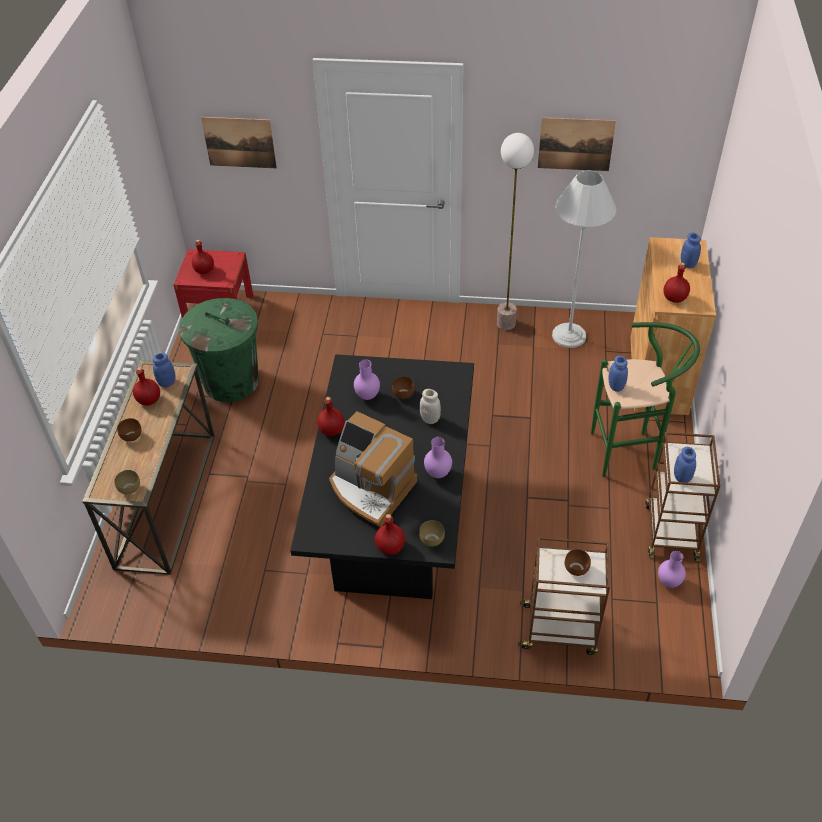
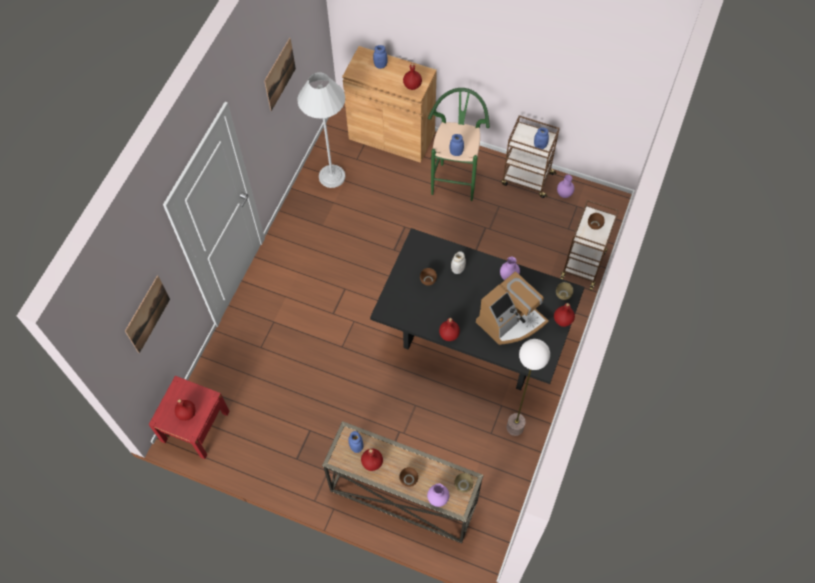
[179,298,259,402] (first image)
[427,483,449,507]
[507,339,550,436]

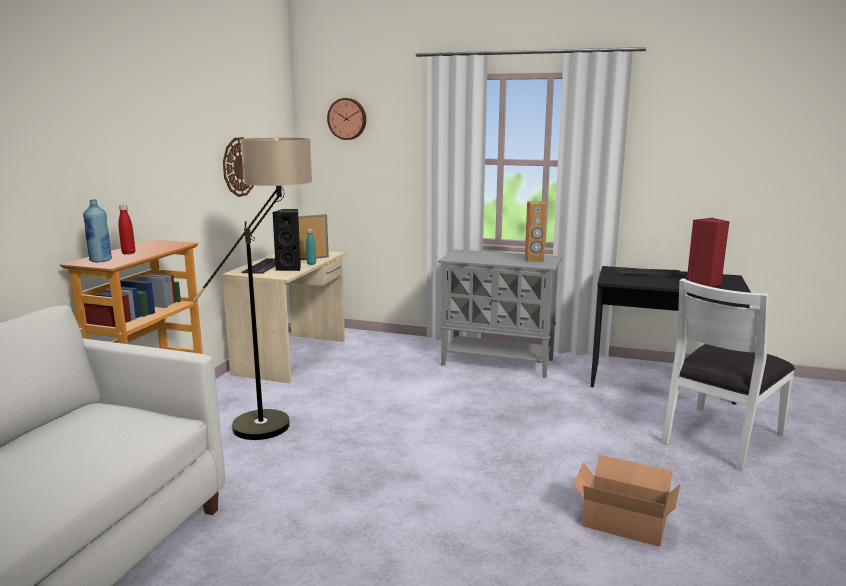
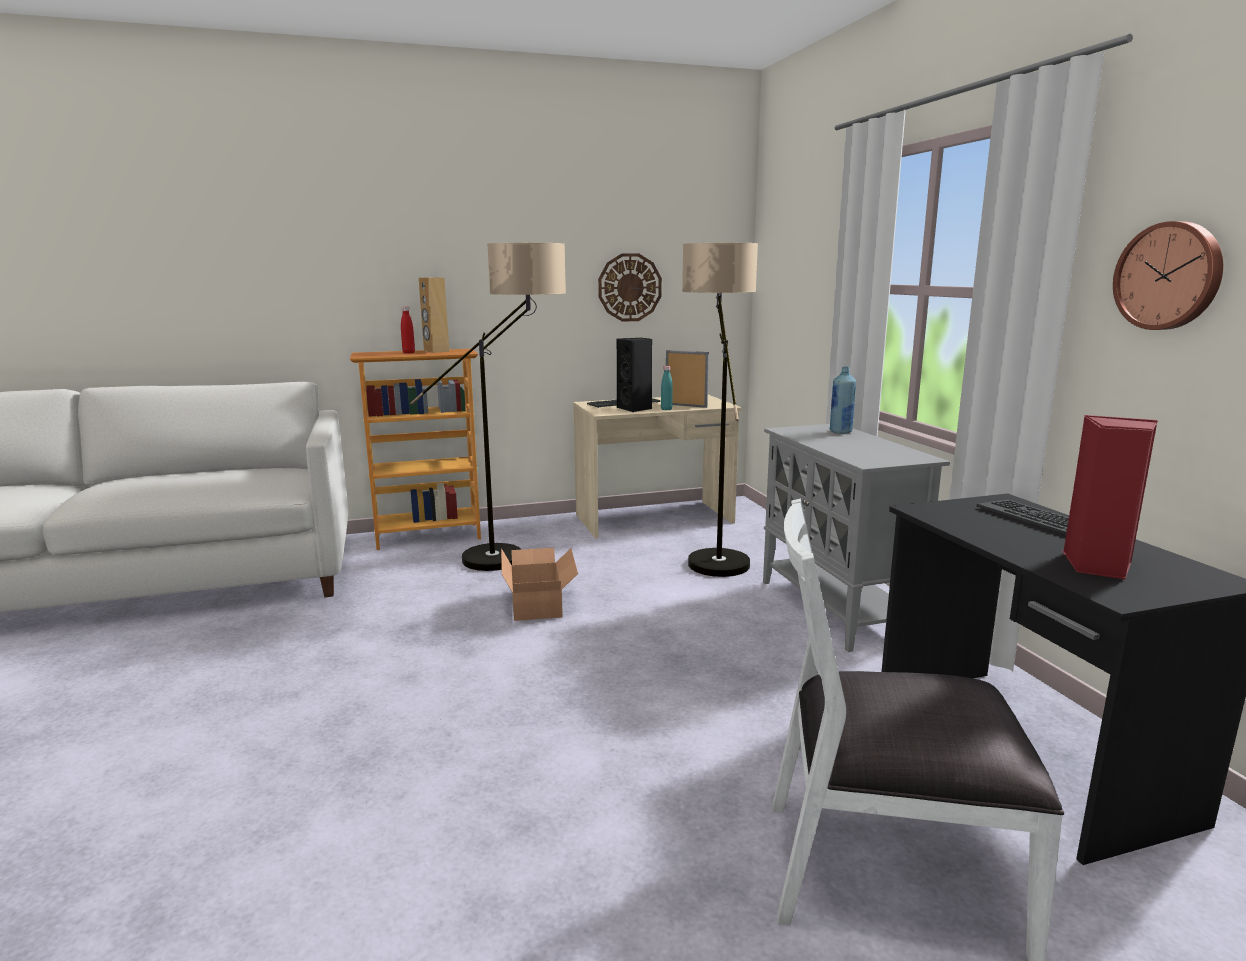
[682,242,758,577]
[830,366,856,434]
[1113,221,1223,330]
[419,277,449,353]
[501,548,578,621]

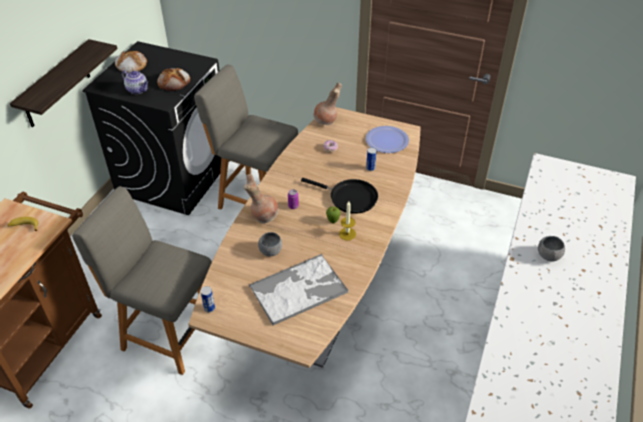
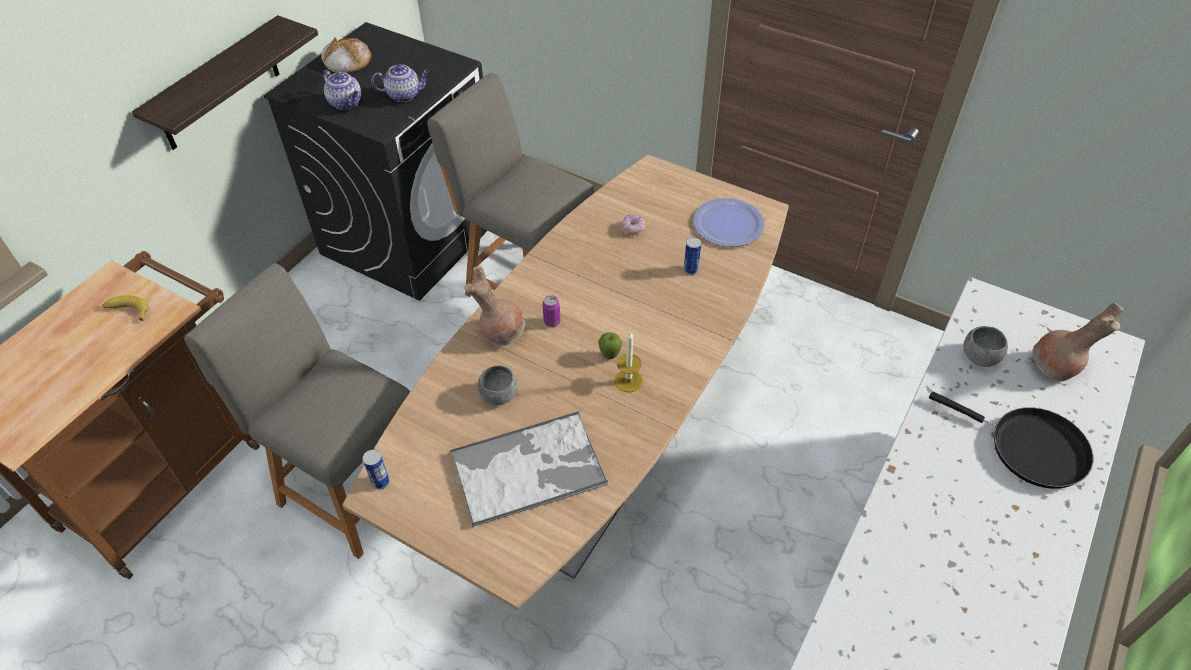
[929,391,1093,489]
[1033,303,1123,381]
[963,326,1008,367]
[371,64,429,102]

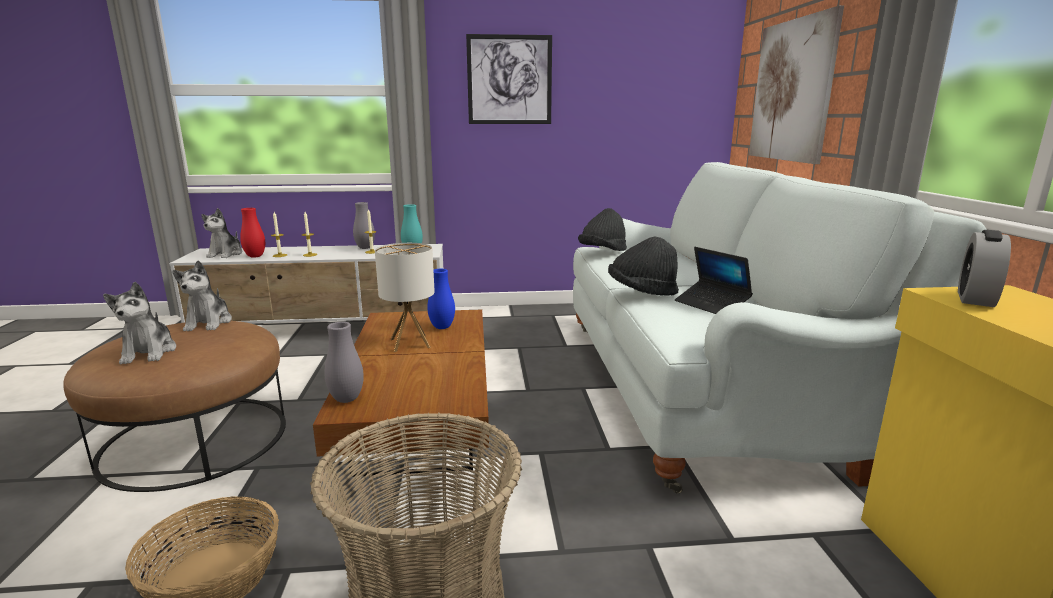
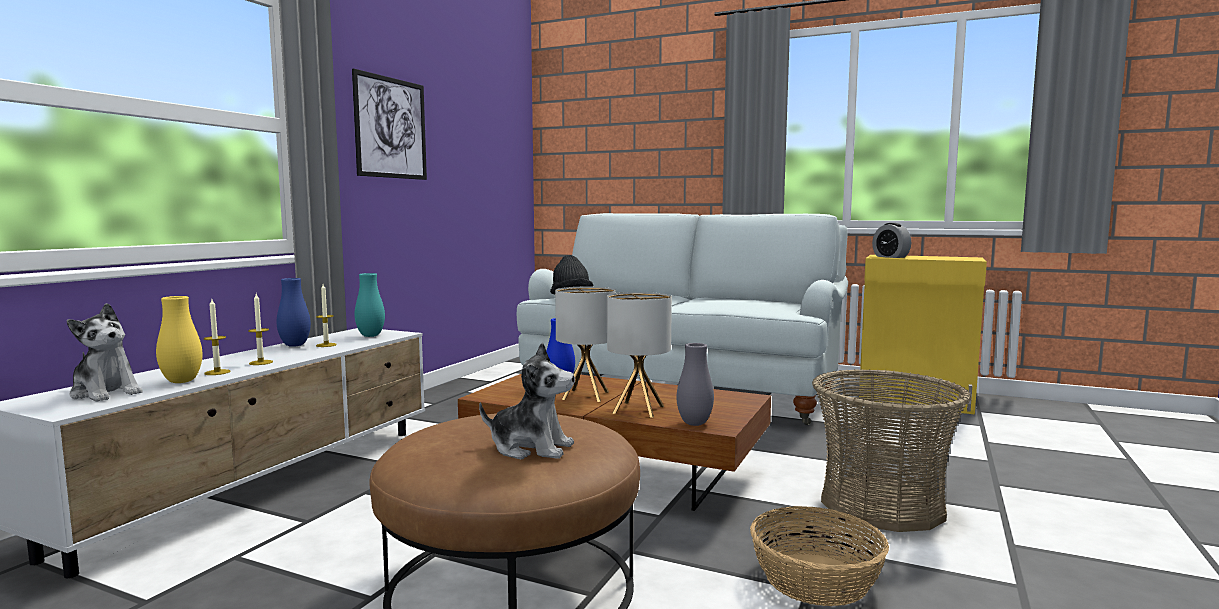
[172,260,232,331] (first image)
[608,236,679,296] (first image)
[675,247,753,314] (first image)
[749,5,844,164] (first image)
[607,292,672,418]
[156,296,202,383]
[277,278,311,347]

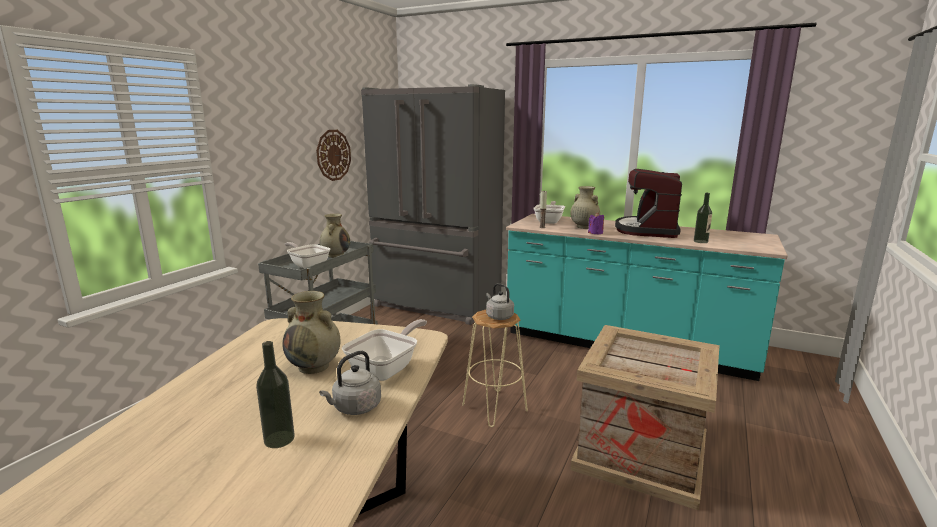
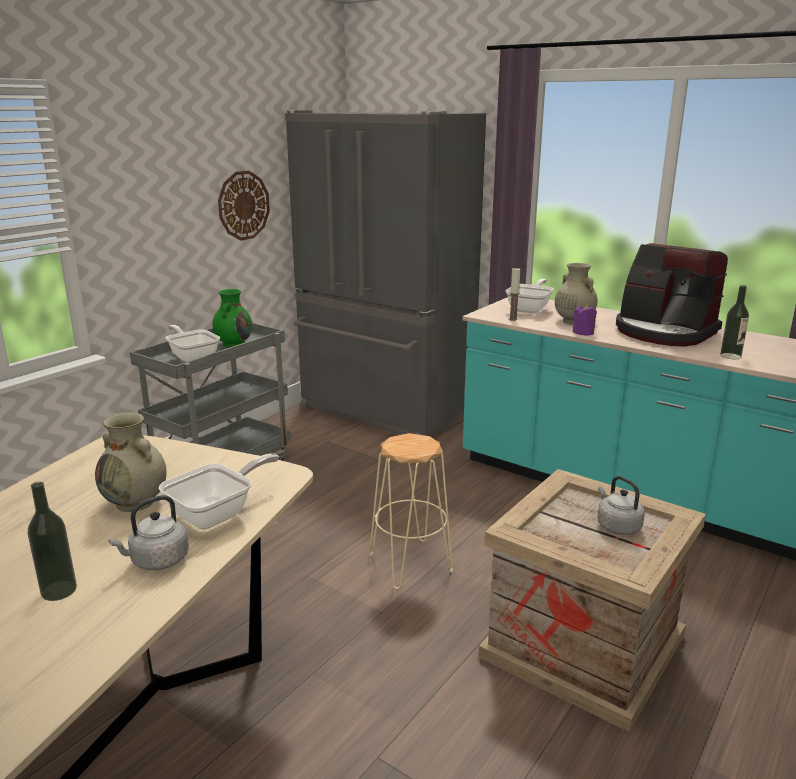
[598,476,645,535]
[212,289,252,347]
[616,243,728,347]

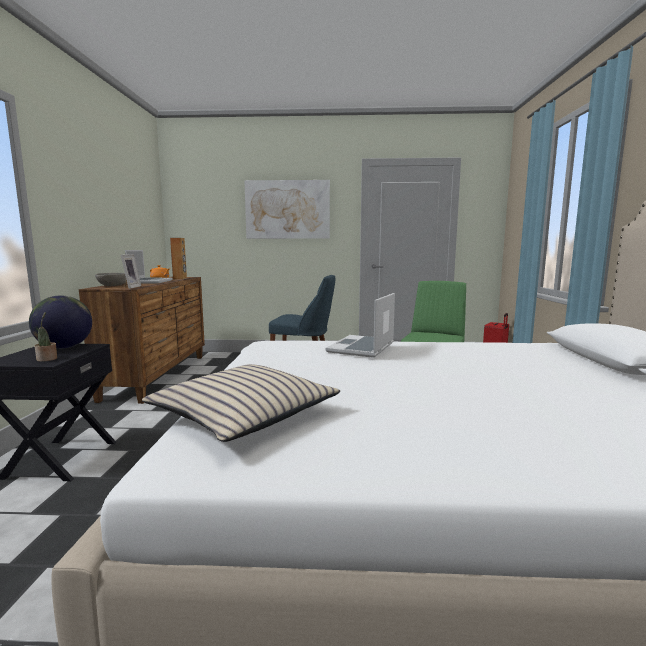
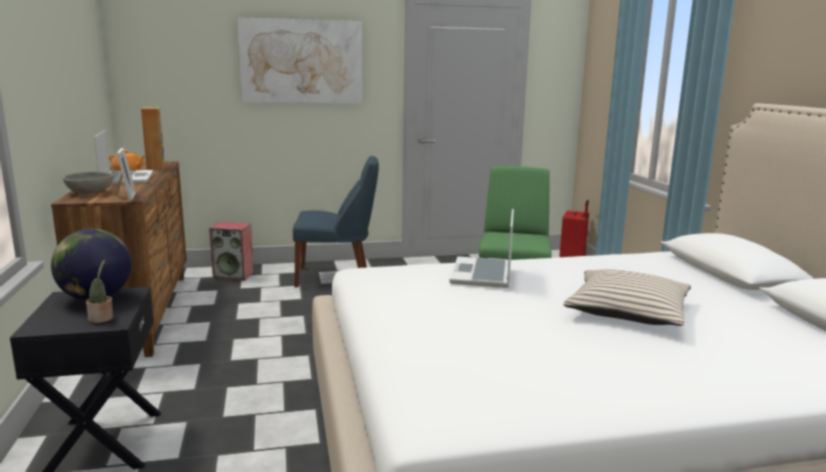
[209,222,254,281]
[563,269,691,326]

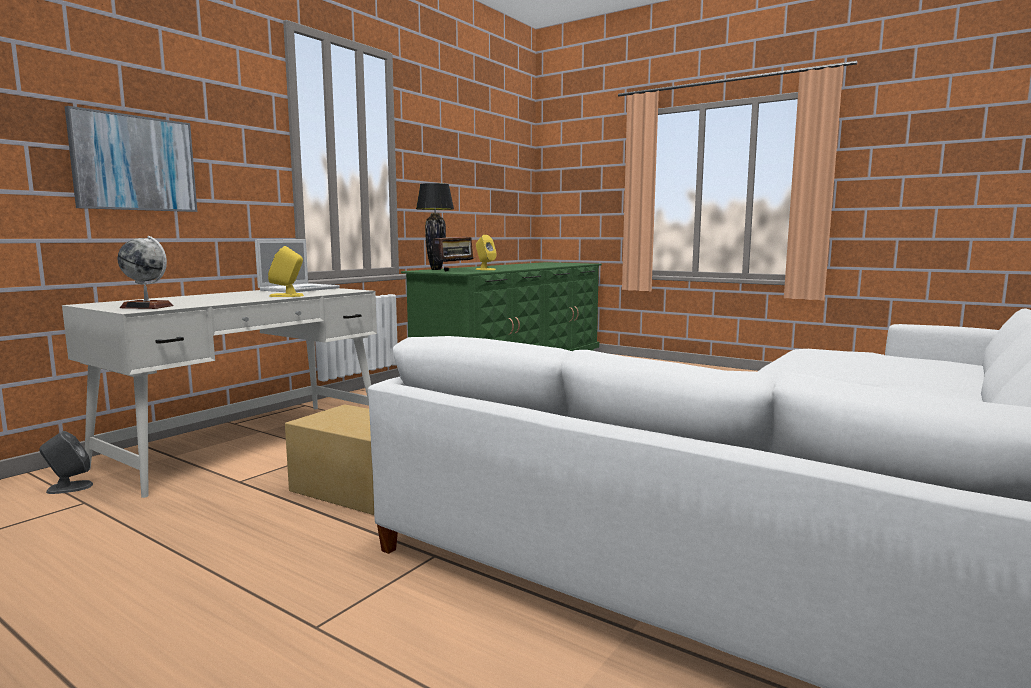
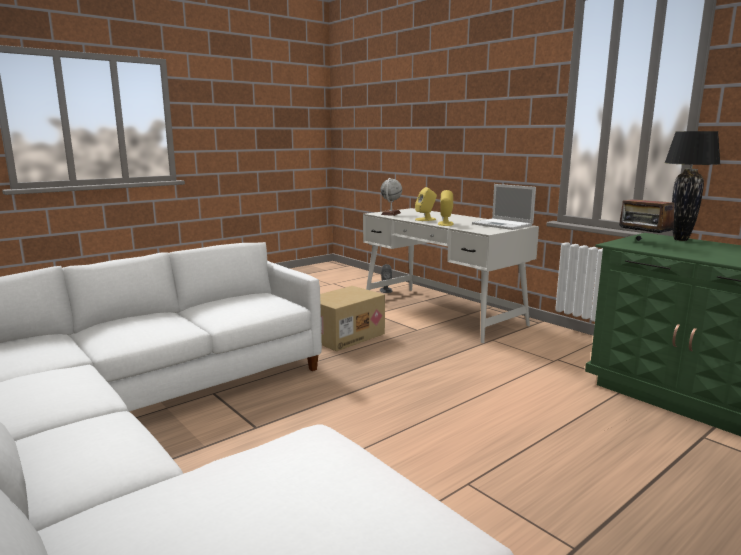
[65,106,197,212] (first image)
[415,187,437,221]

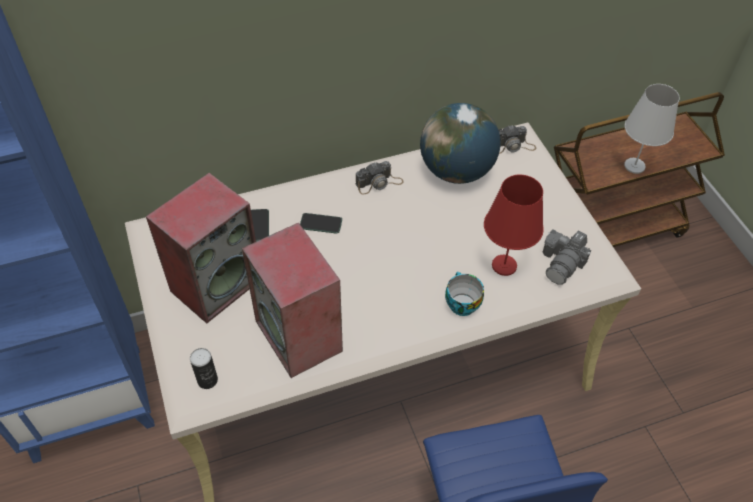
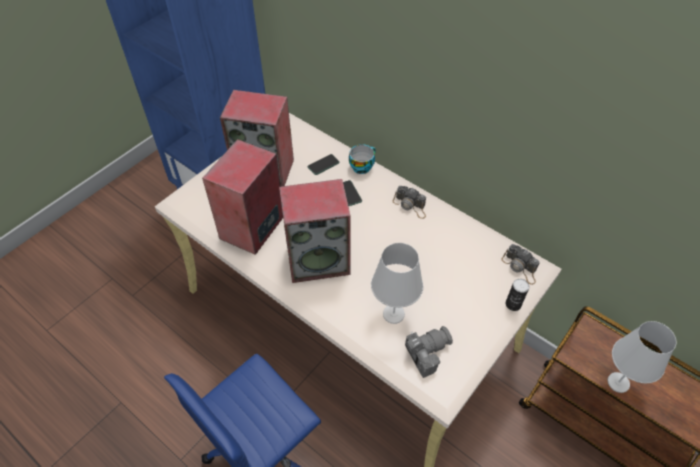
[420,103,500,184] (first image)
[279,179,351,283]
[506,279,529,311]
[349,144,376,174]
[371,243,423,324]
[405,326,453,378]

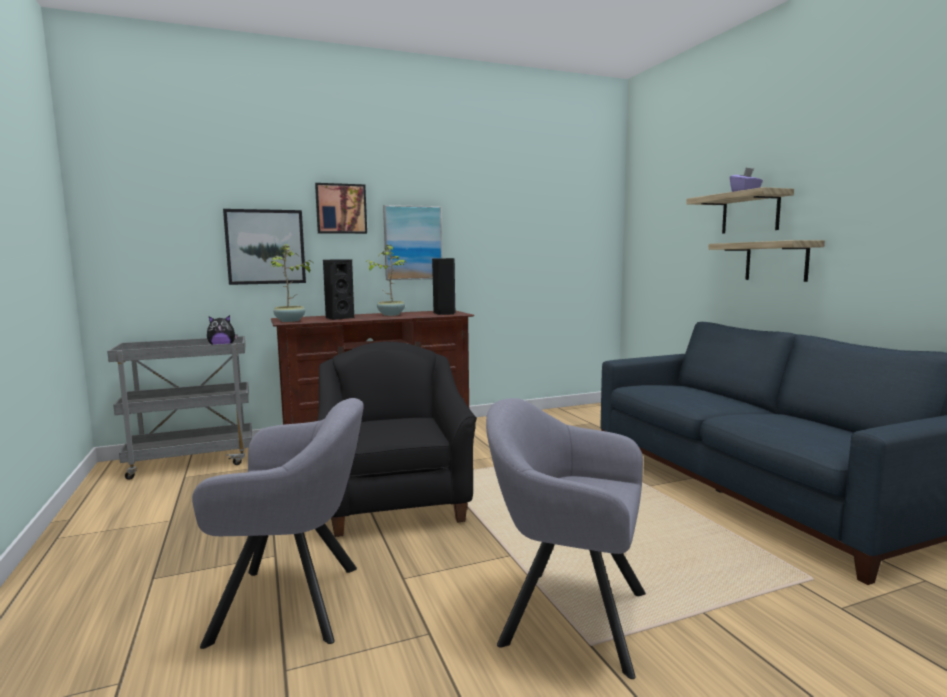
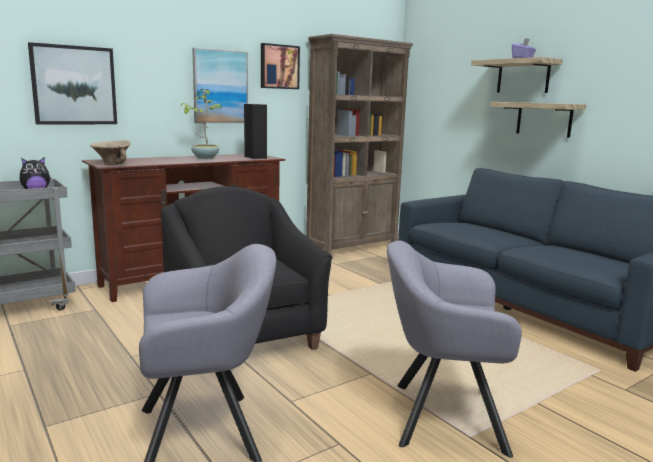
[323,259,354,320] (first image)
[306,34,414,255]
[261,43,300,89]
[90,140,131,165]

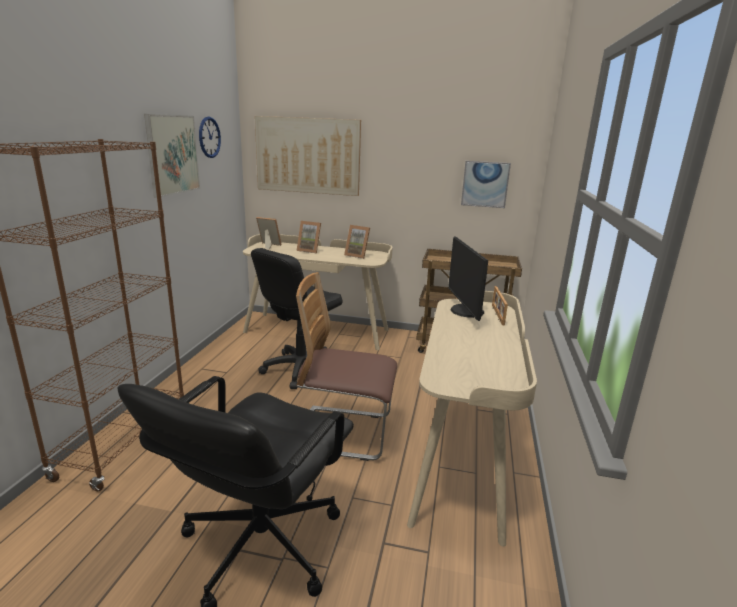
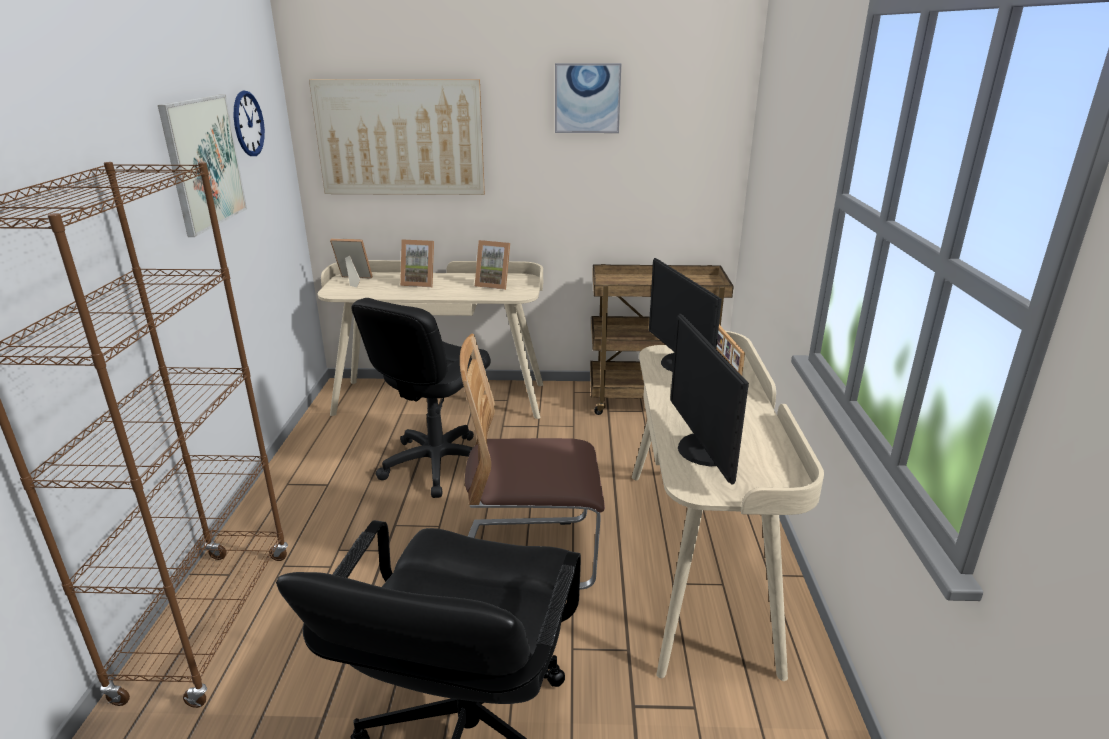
[670,314,749,485]
[555,63,621,133]

